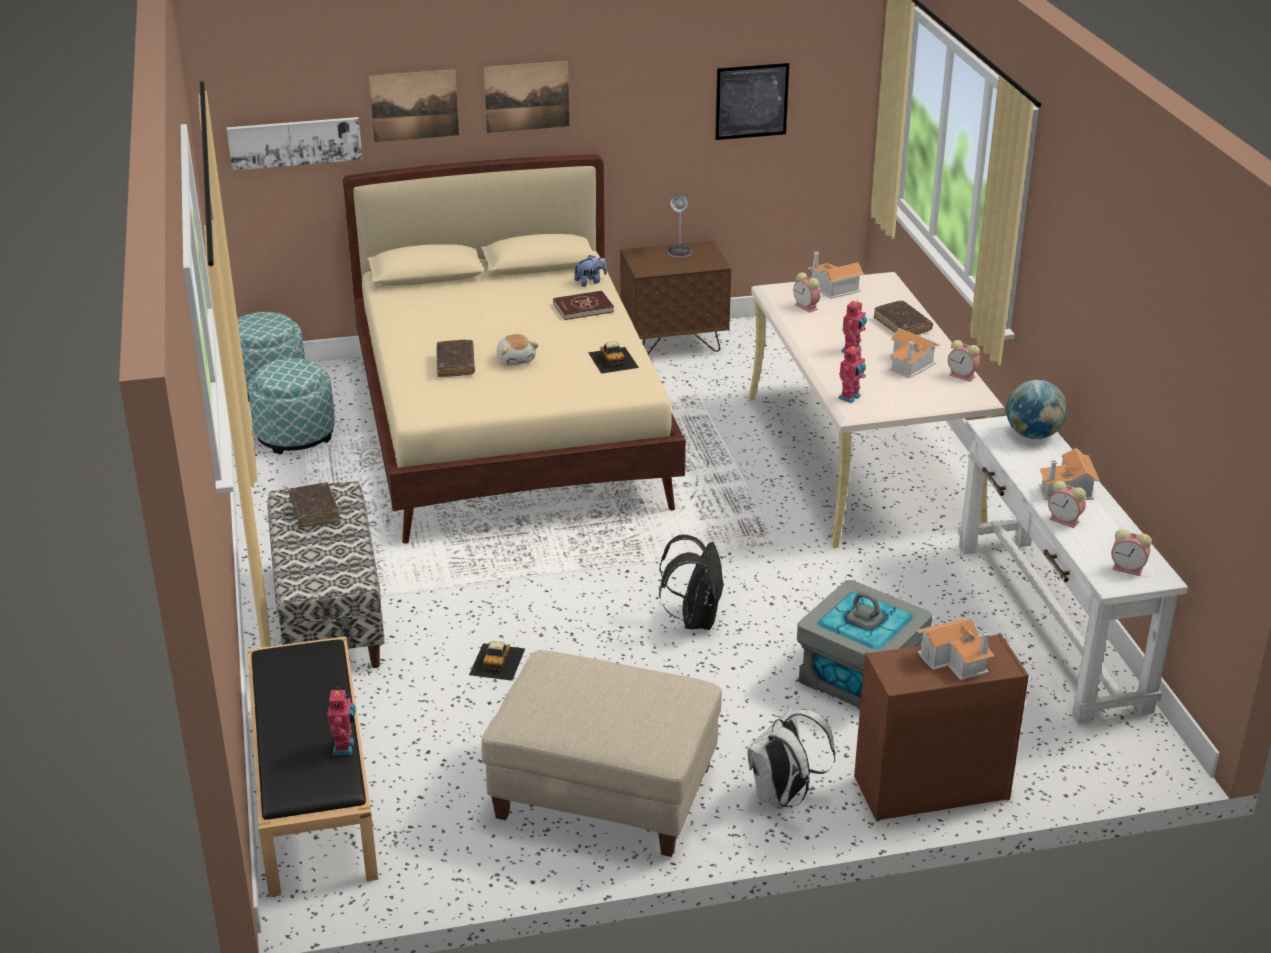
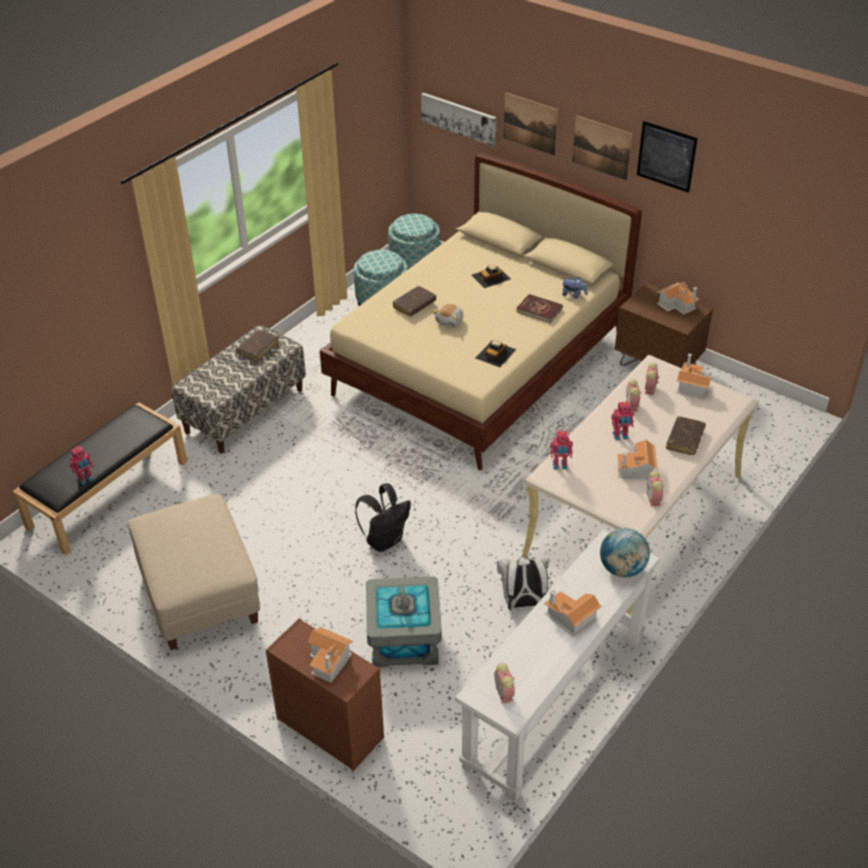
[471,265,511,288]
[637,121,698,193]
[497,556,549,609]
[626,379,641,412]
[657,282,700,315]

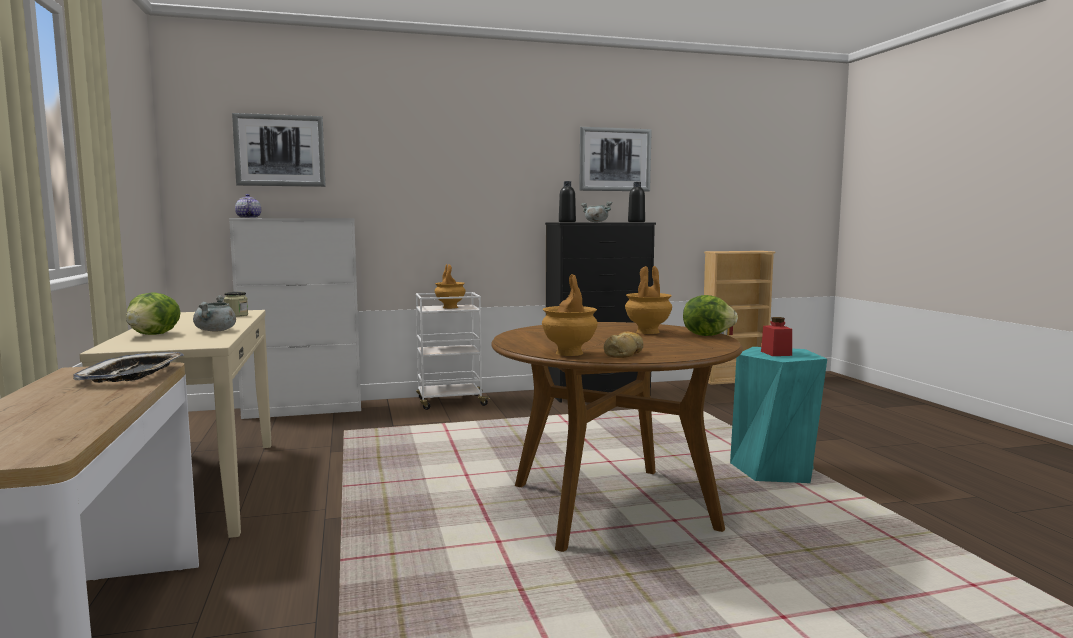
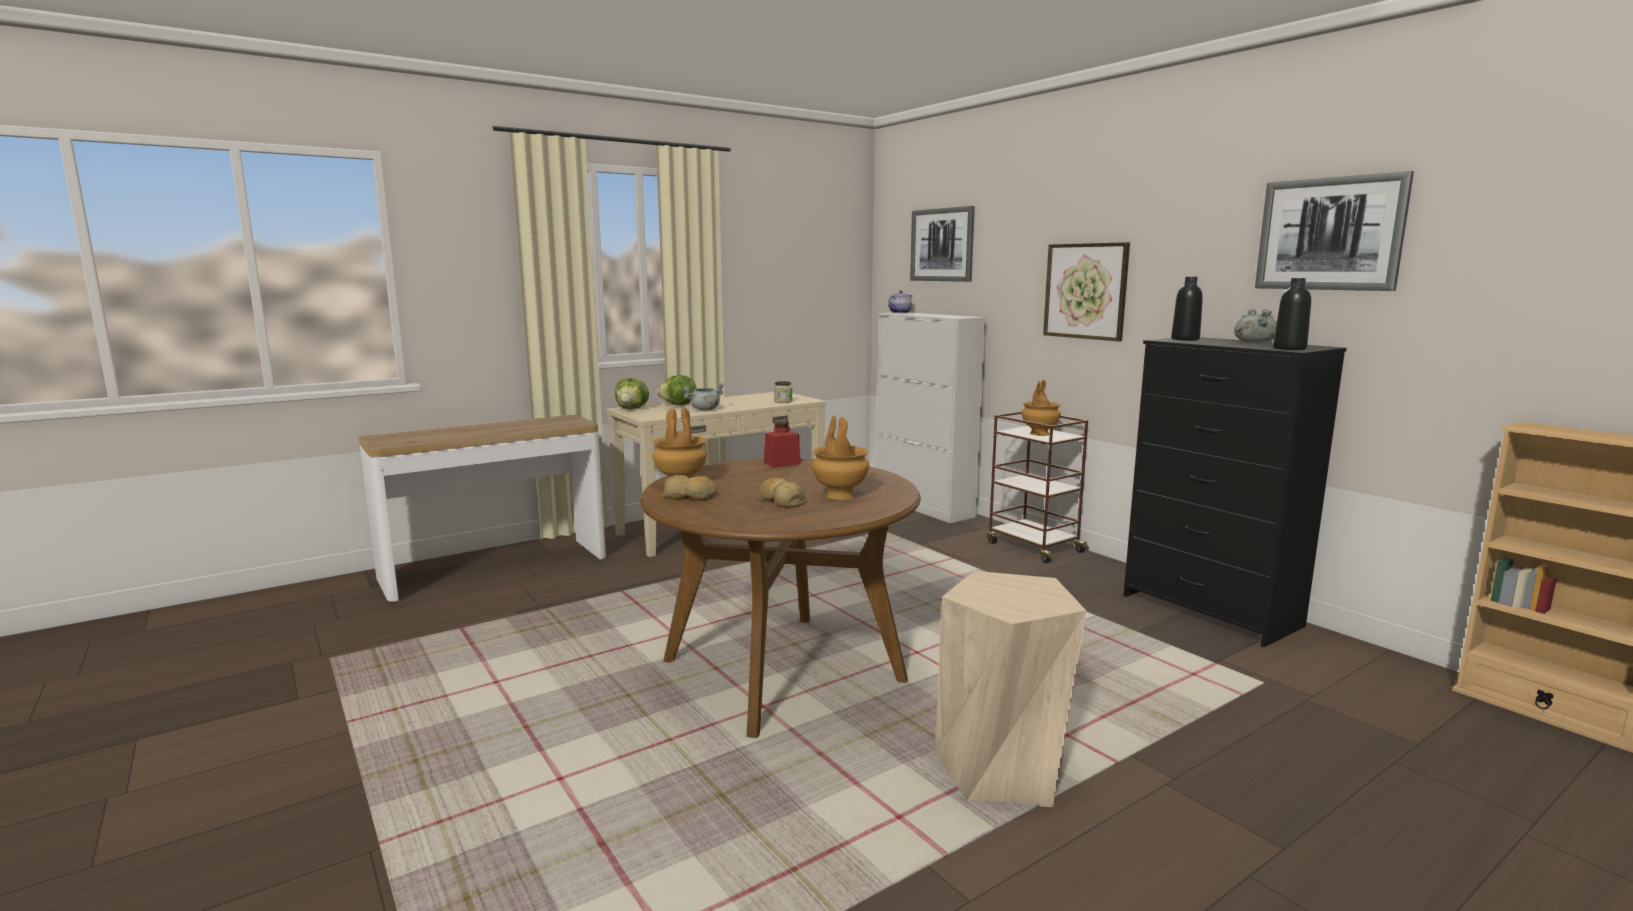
[73,352,184,383] (first image)
[759,478,805,508]
[1043,242,1130,341]
[615,378,649,409]
[764,421,801,468]
[987,411,1089,563]
[935,571,1086,807]

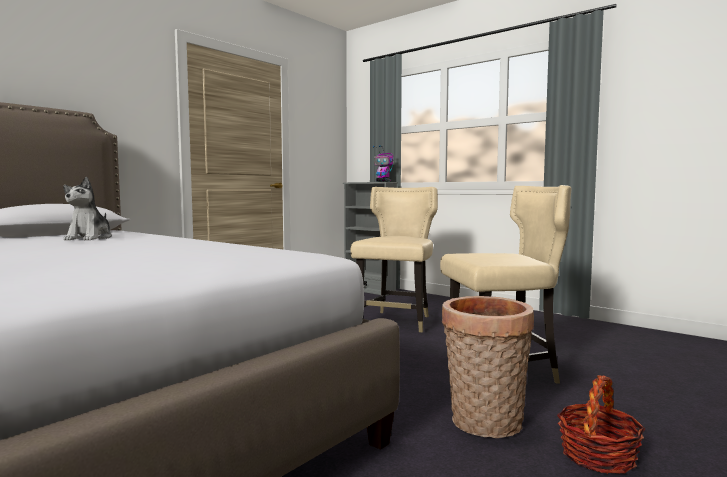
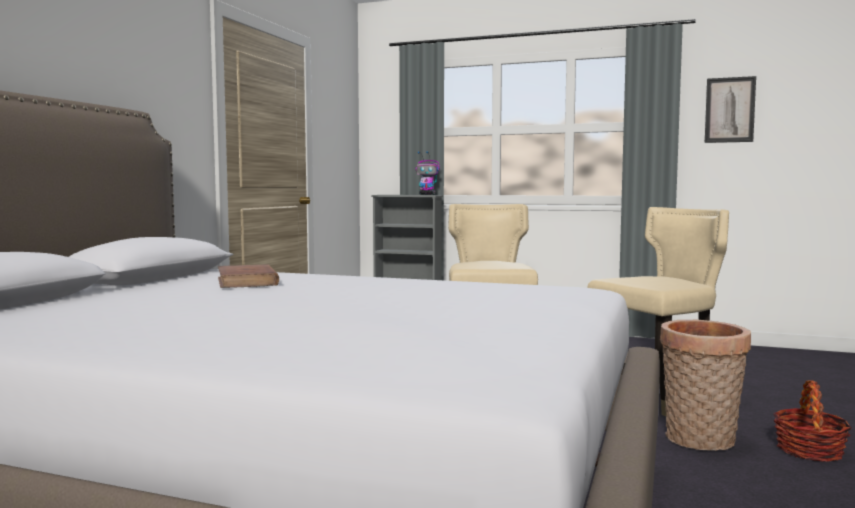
[705,76,756,143]
[218,264,279,288]

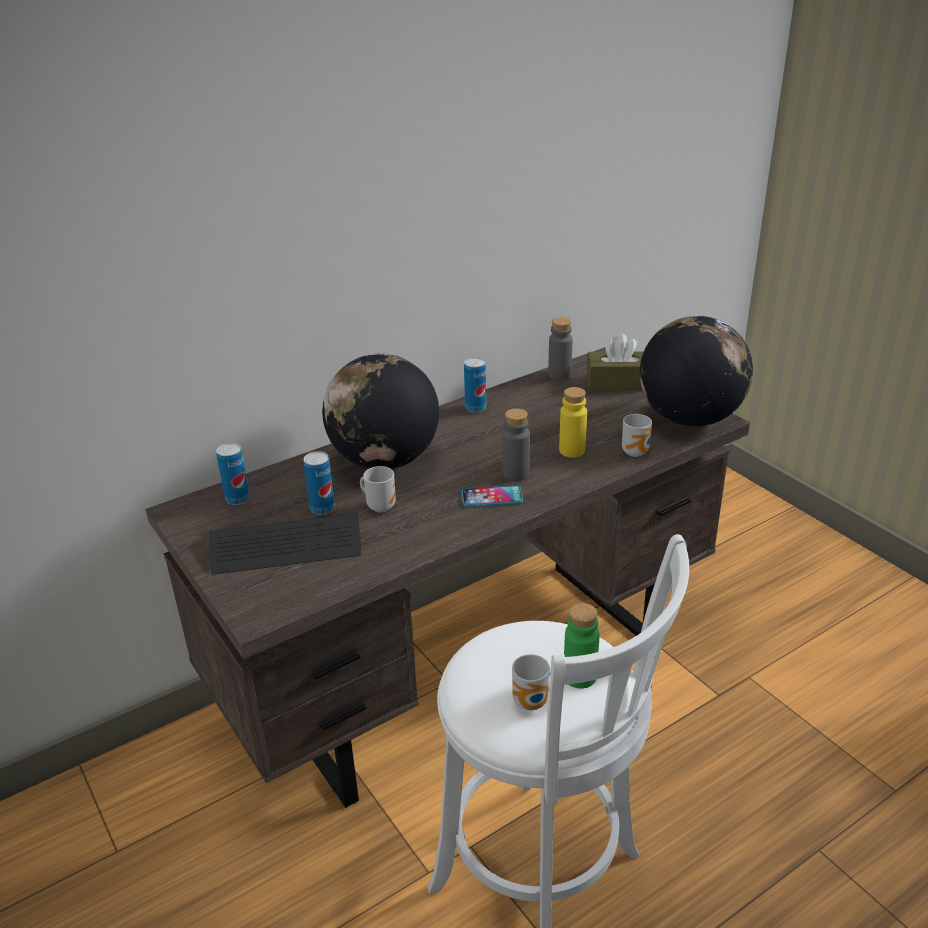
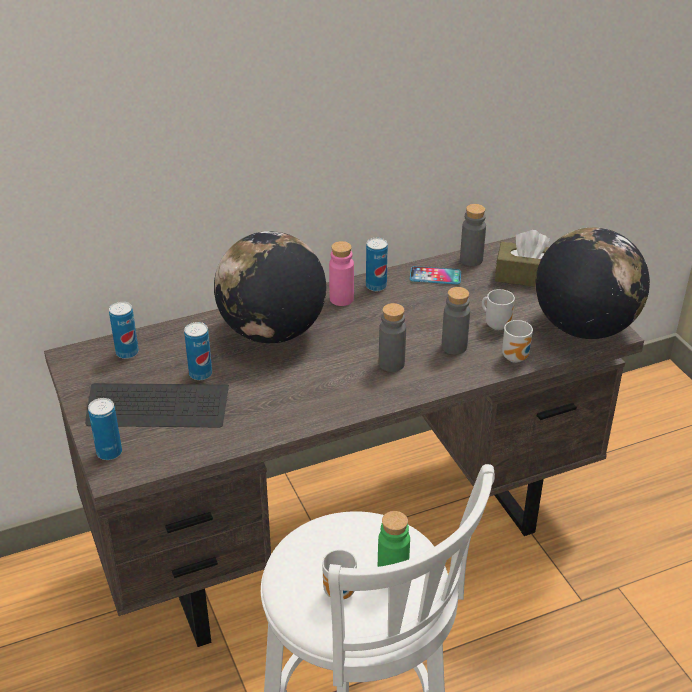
[88,398,122,460]
[329,241,354,306]
[482,289,515,330]
[410,266,461,285]
[442,287,470,354]

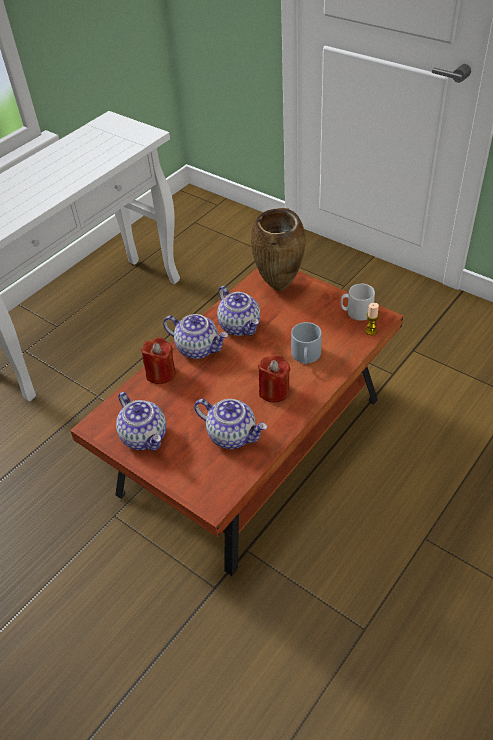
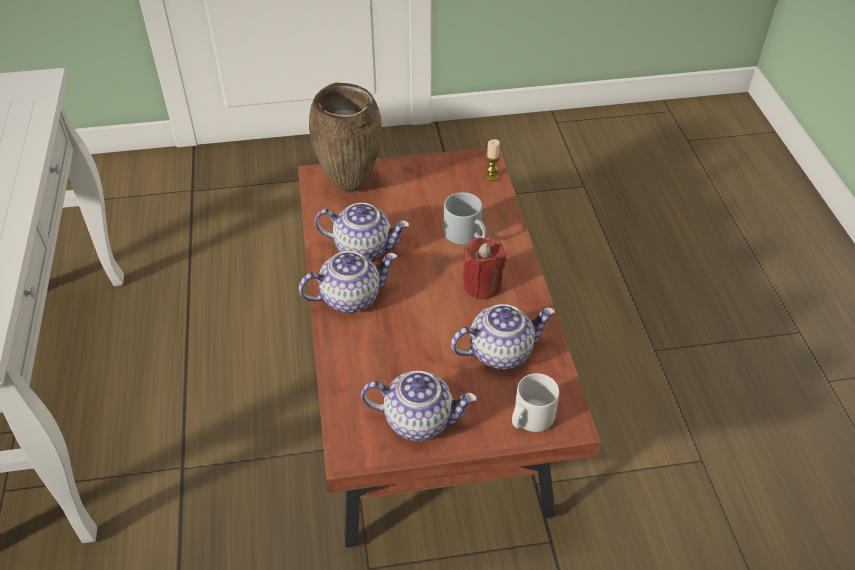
[141,337,176,384] (first image)
[512,373,559,432]

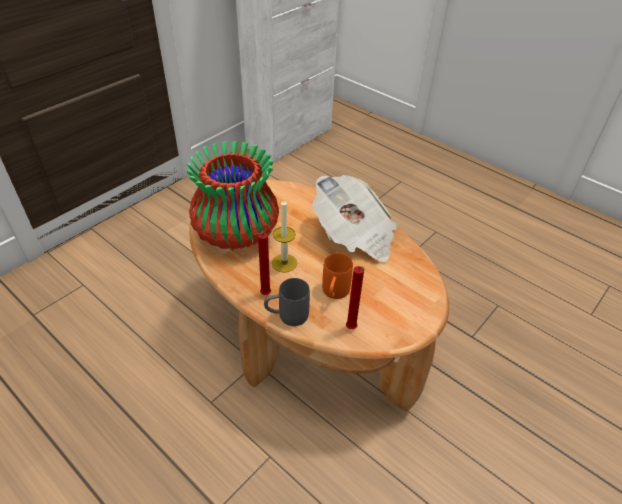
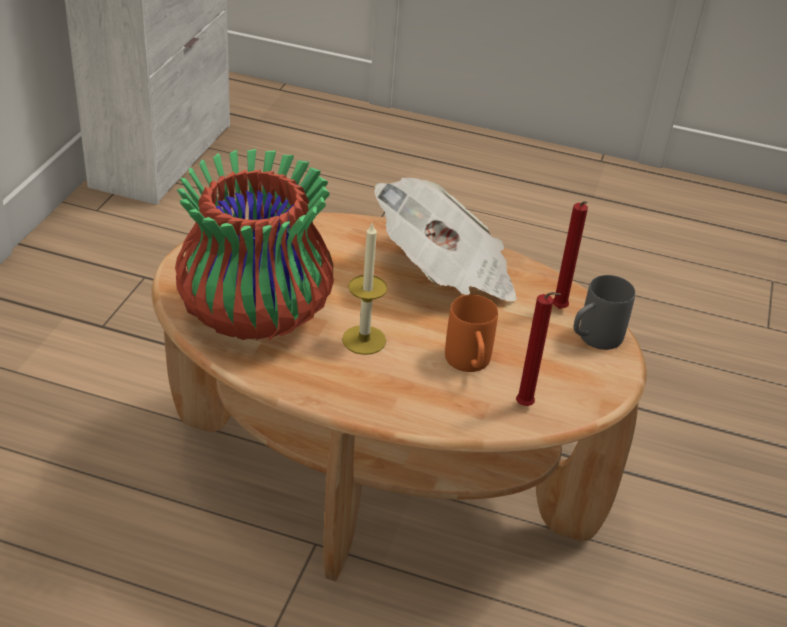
[553,201,588,309]
[573,275,635,350]

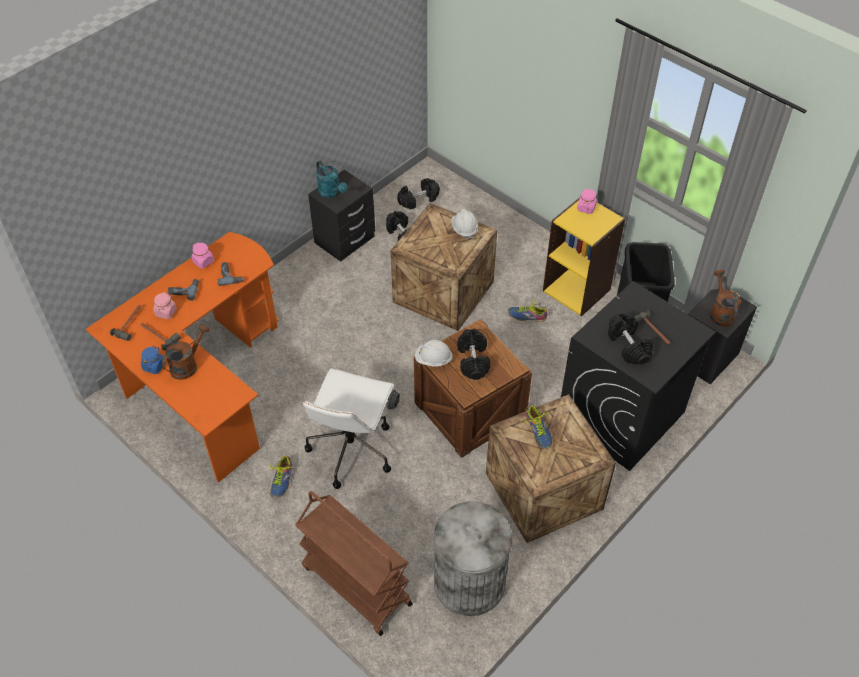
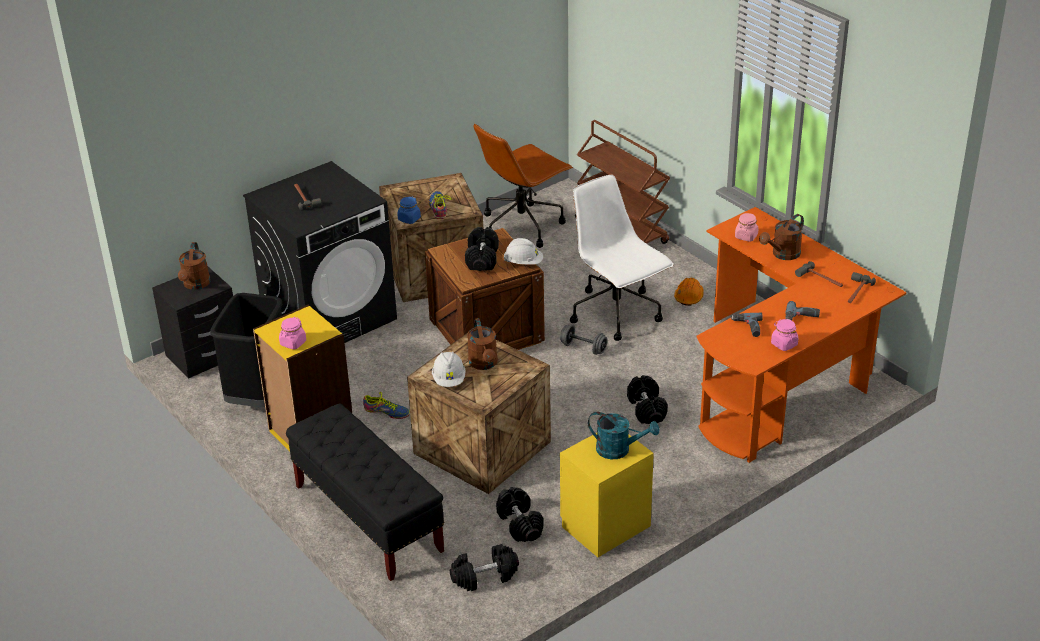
[286,403,445,581]
[467,318,498,370]
[397,196,421,224]
[735,213,758,242]
[627,375,668,424]
[674,278,704,306]
[474,123,573,248]
[560,433,654,557]
[570,175,674,341]
[588,412,659,459]

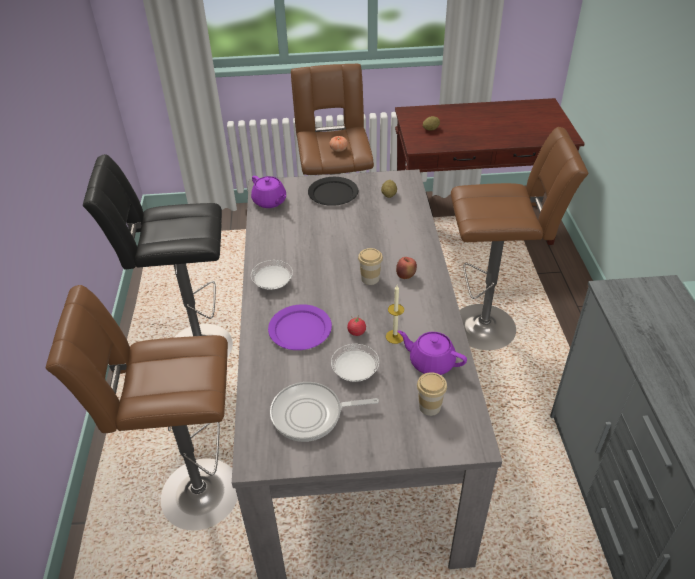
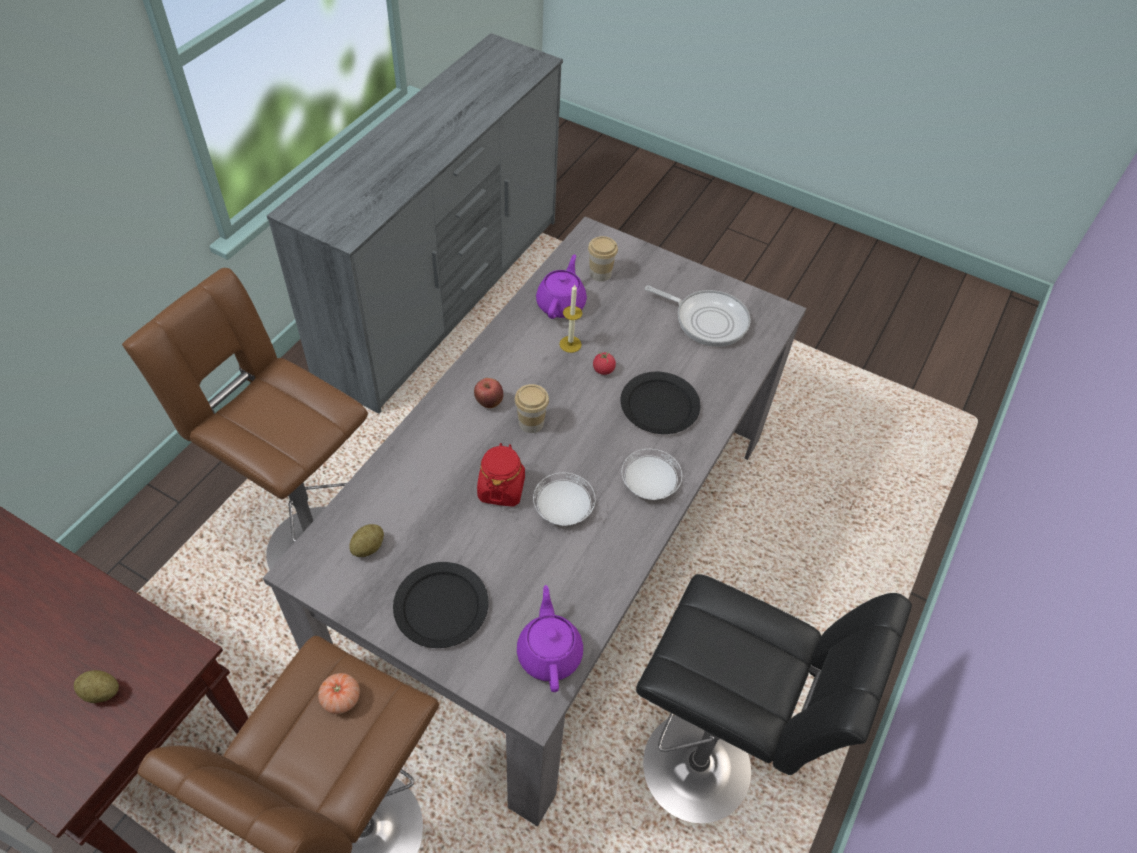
[46,285,238,530] (first image)
[477,443,525,507]
[533,473,596,526]
[621,372,700,434]
[536,254,587,319]

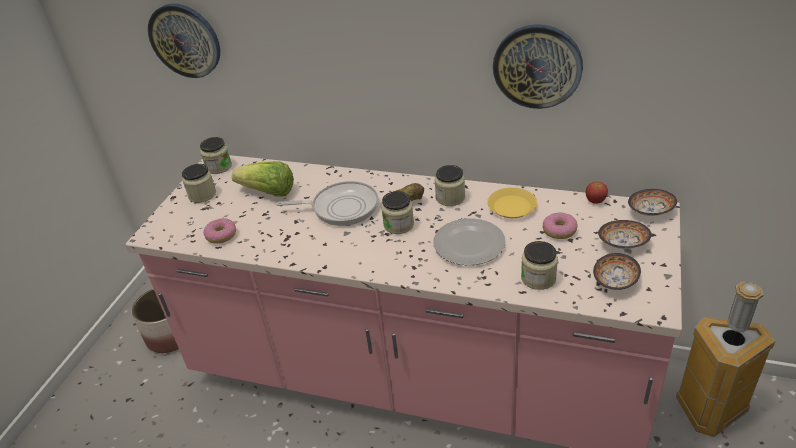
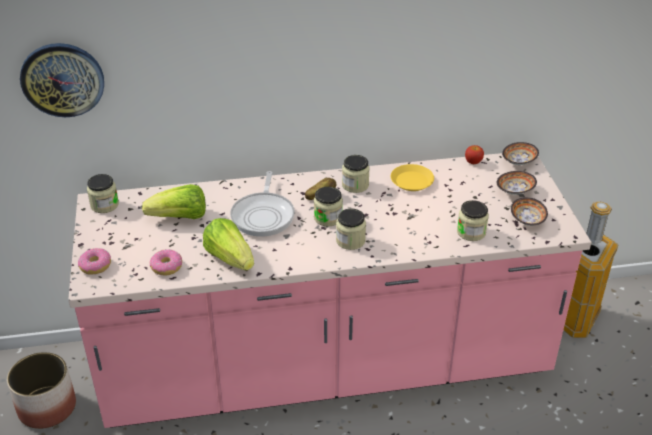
[433,218,506,265] (first image)
[493,24,583,109] (first image)
[203,218,254,270]
[336,208,366,250]
[78,248,111,275]
[230,171,295,237]

